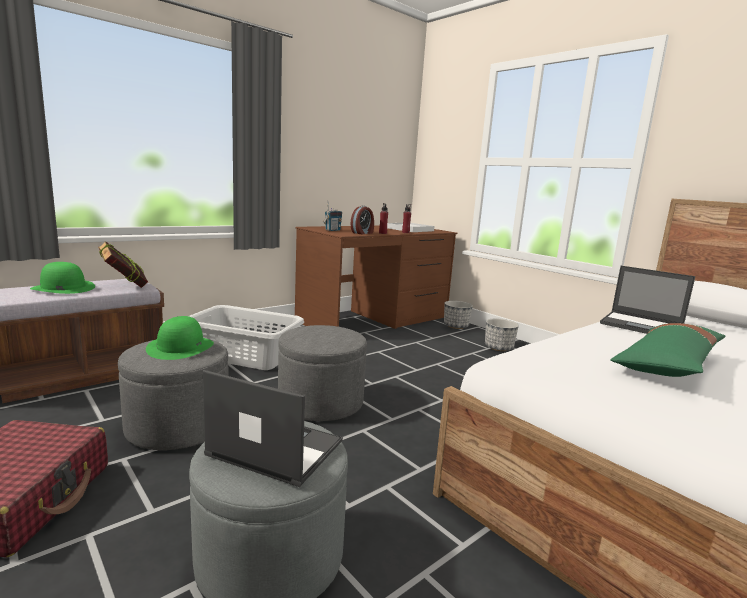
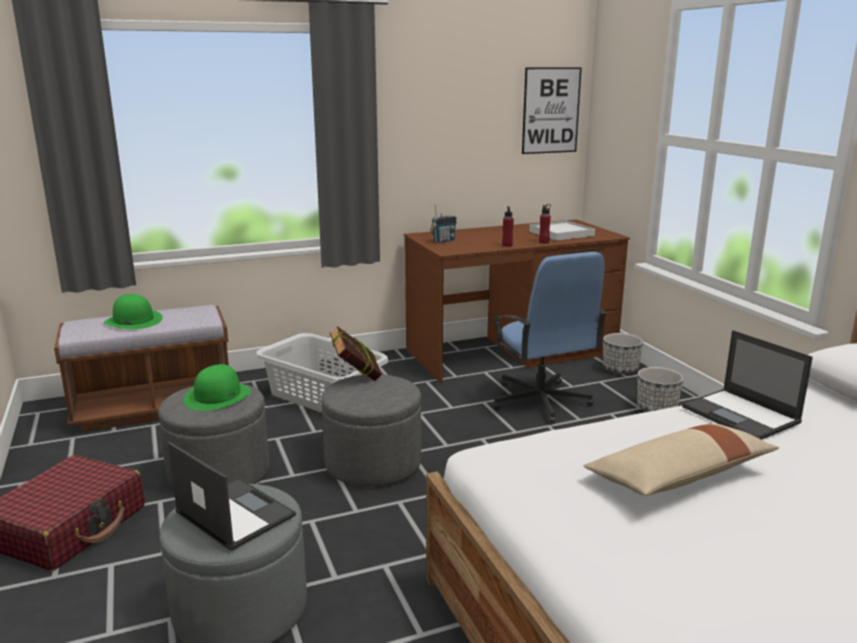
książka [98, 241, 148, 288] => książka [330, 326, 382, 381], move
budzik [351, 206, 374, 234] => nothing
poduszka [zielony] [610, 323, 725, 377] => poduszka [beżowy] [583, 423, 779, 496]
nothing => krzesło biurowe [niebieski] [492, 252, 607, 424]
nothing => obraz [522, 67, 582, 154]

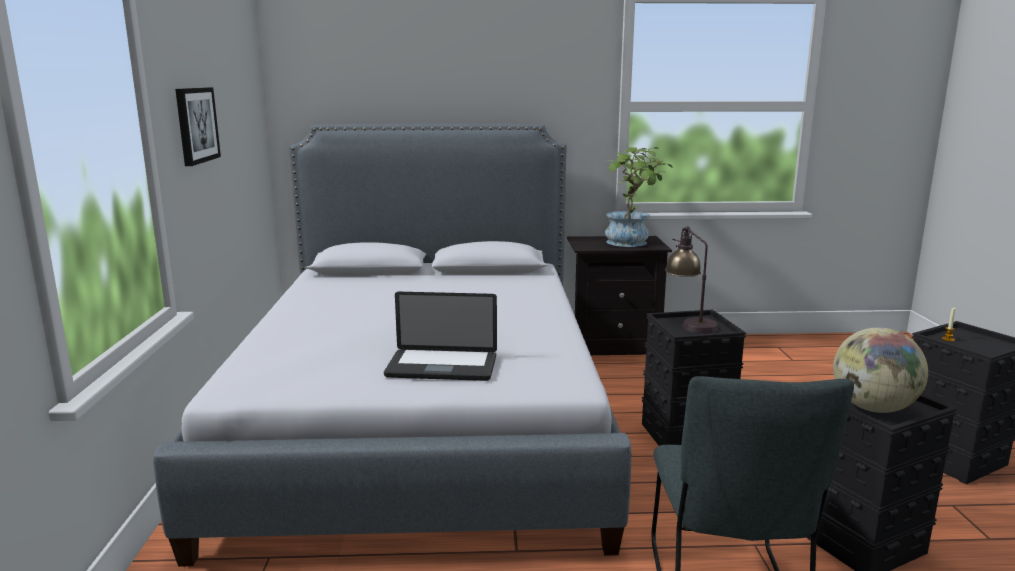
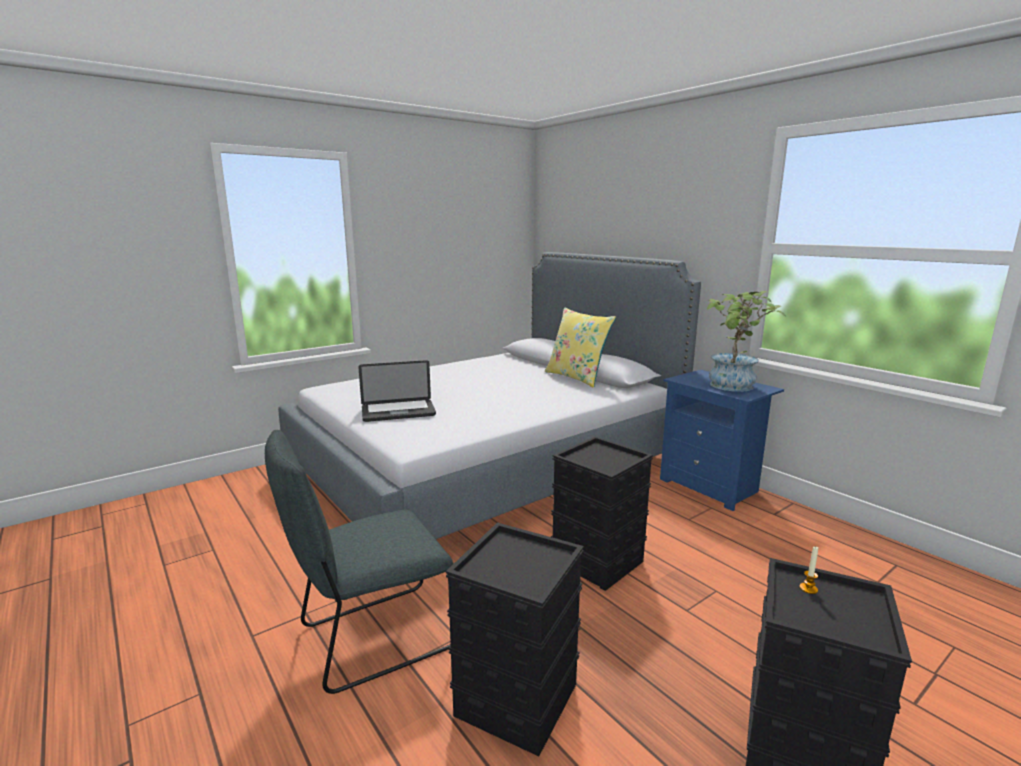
obraz [175, 87, 221, 166] => nothing
laptop [384, 292, 497, 381] => laptop [358, 360, 436, 422], 75 degrees counterclockwise
szafka nocna [czarny] [567, 236, 672, 355] => szafka nocna [niebieski] [660, 370, 784, 511]
lampa stołowa [665, 226, 718, 334] => nothing
globus [833, 327, 928, 413] => nothing
nothing => poduszka [żółty] [545, 308, 616, 388]

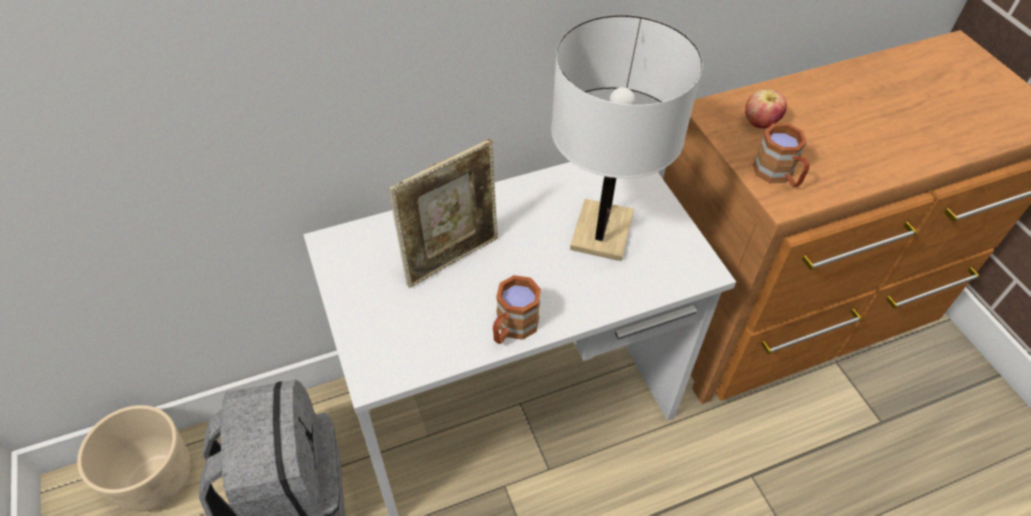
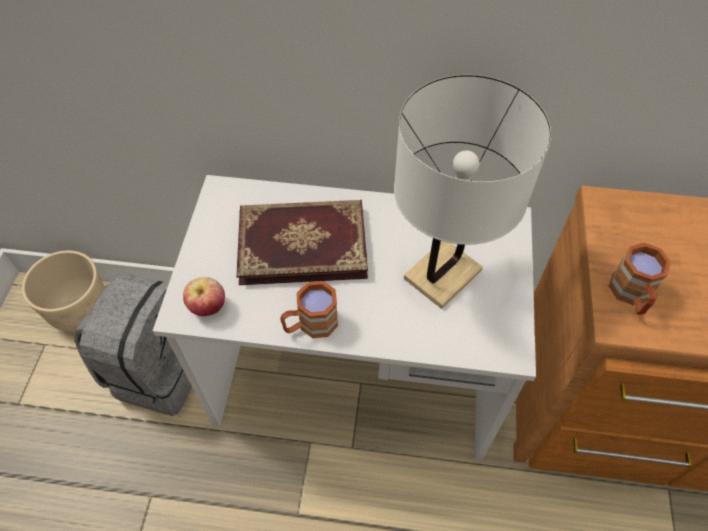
ramka na zdjęcie [389, 139, 498, 288] => książka [236, 200, 368, 285]
jabłko [745, 89, 787, 128] => jabłko [183, 277, 225, 316], move

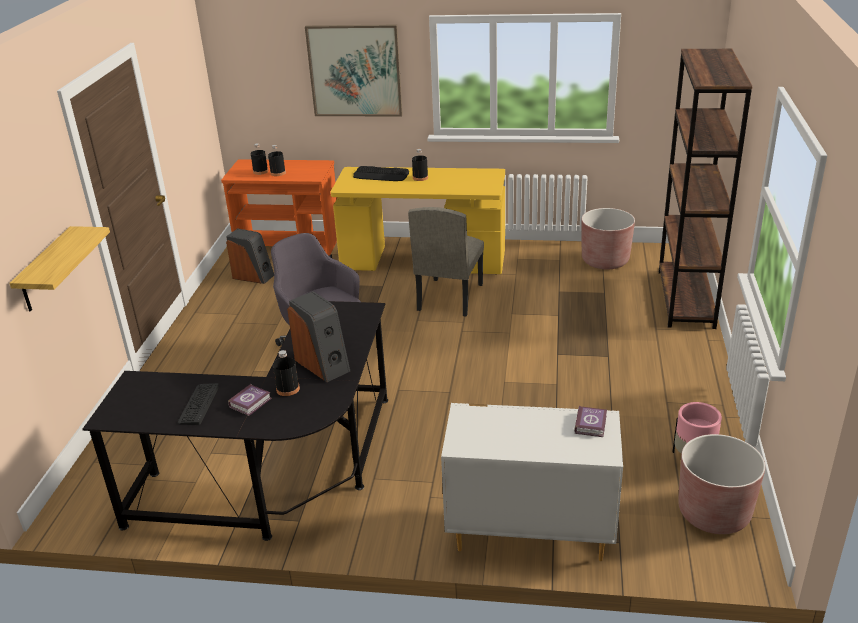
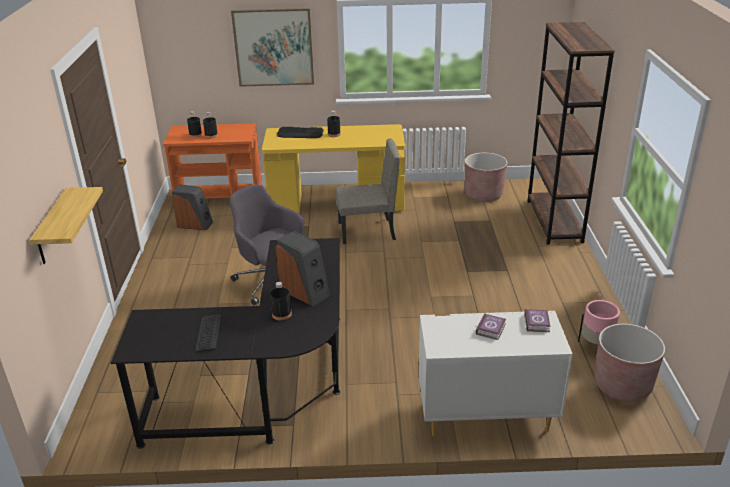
książka [228, 384, 272, 416] => książka [476, 313, 506, 340], move
krzesło [beżowy] [408, 207, 484, 316] => krzesło [beżowy] [335, 138, 400, 244], 105 degrees counterclockwise

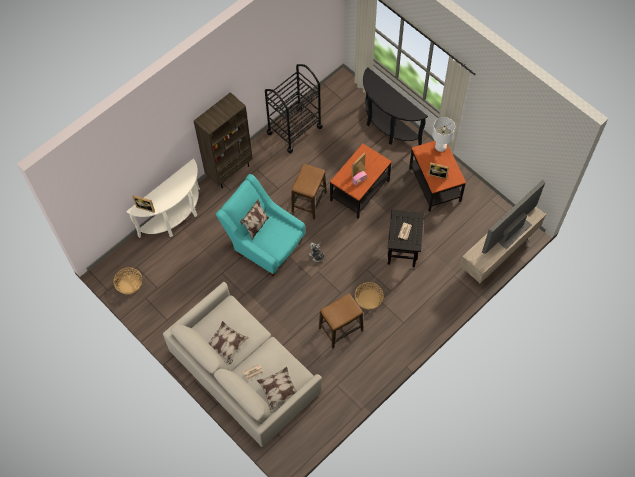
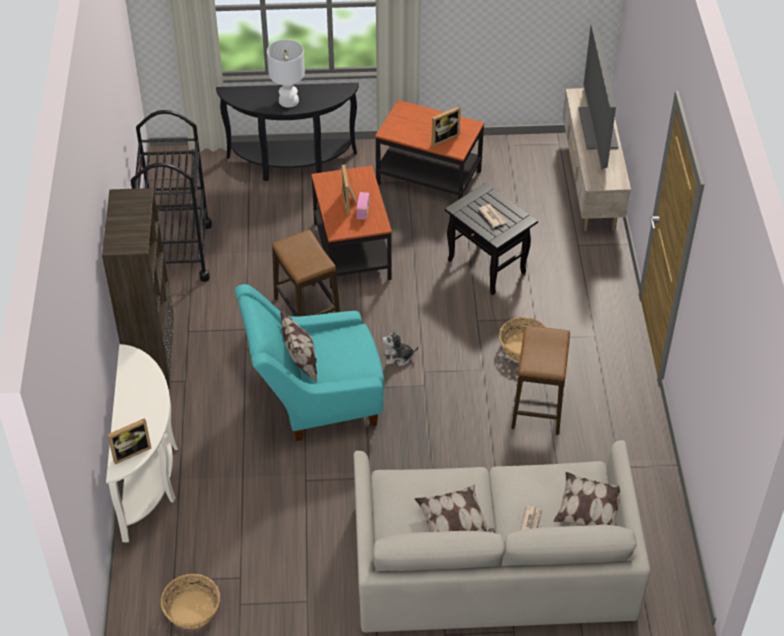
lampa stołowa [biały] [432, 117, 455, 152] => lampa stołowa [biały] [267, 39, 305, 108], move

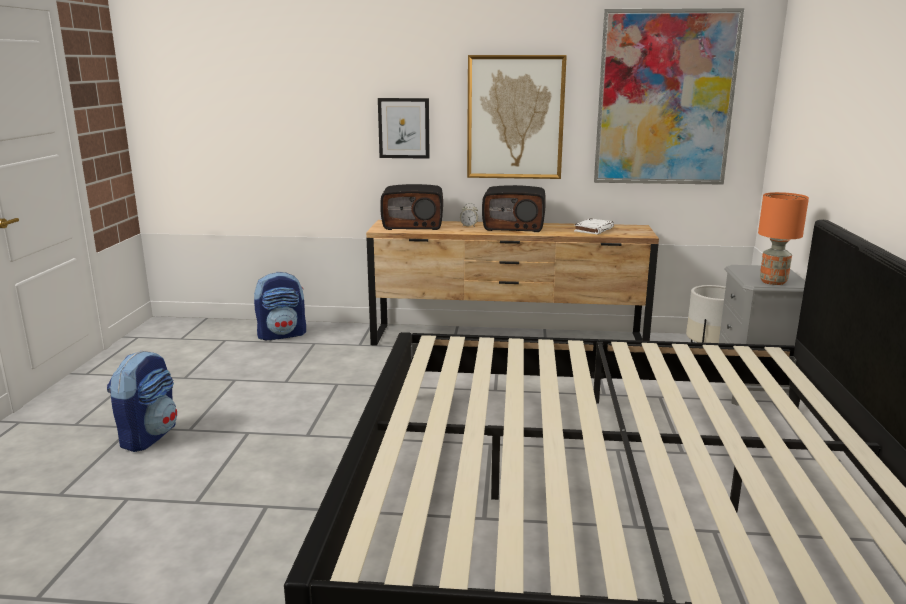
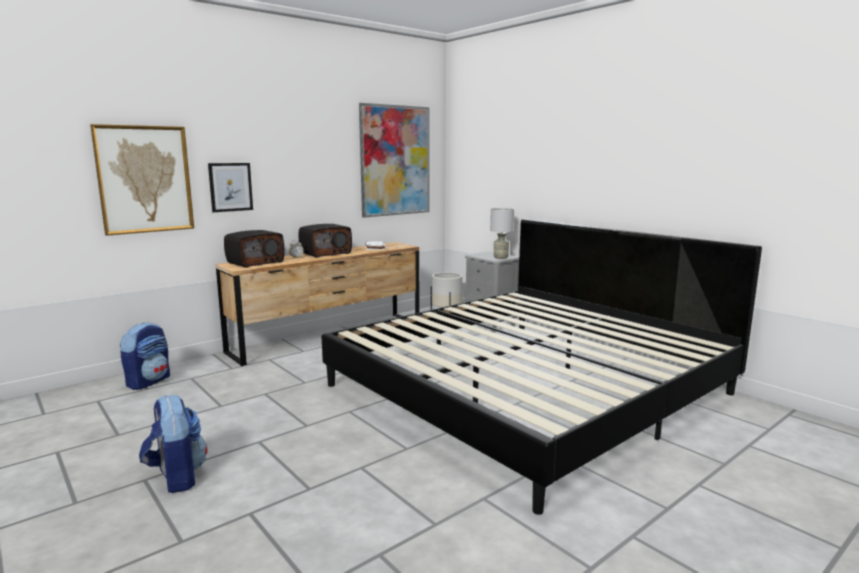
obraz [467, 55, 567, 179] => obraz [90, 124, 194, 236], move
lampa stołowa [pomarańczowy] [758, 192, 809, 285] => lampa stołowa [szary] [490, 208, 514, 259]

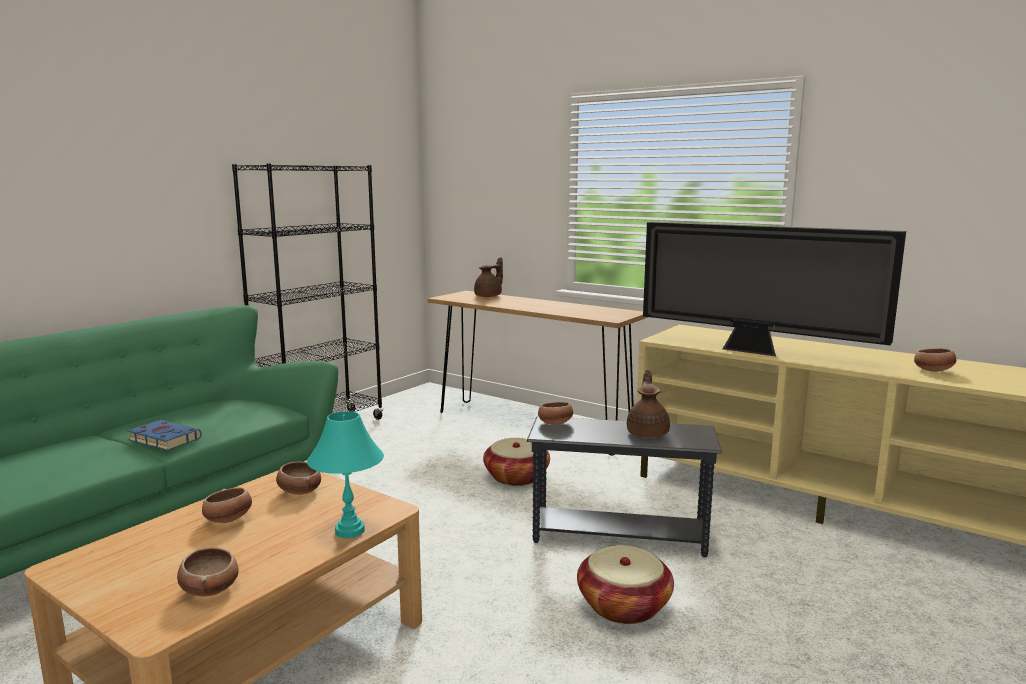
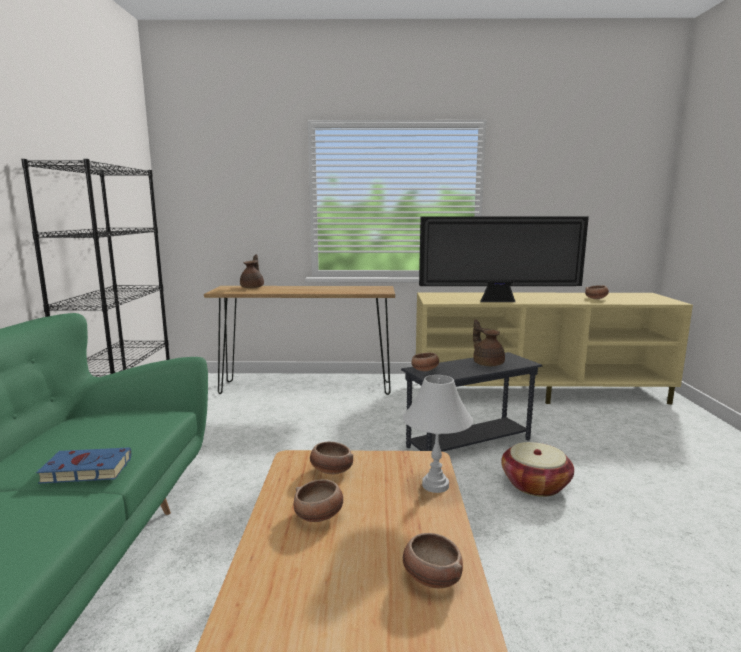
lampa stołowa [turkusowy] [307, 411, 384, 538] => lampa stołowa [biały] [403, 375, 473, 493]
koszyk [483, 438, 550, 486] => nothing

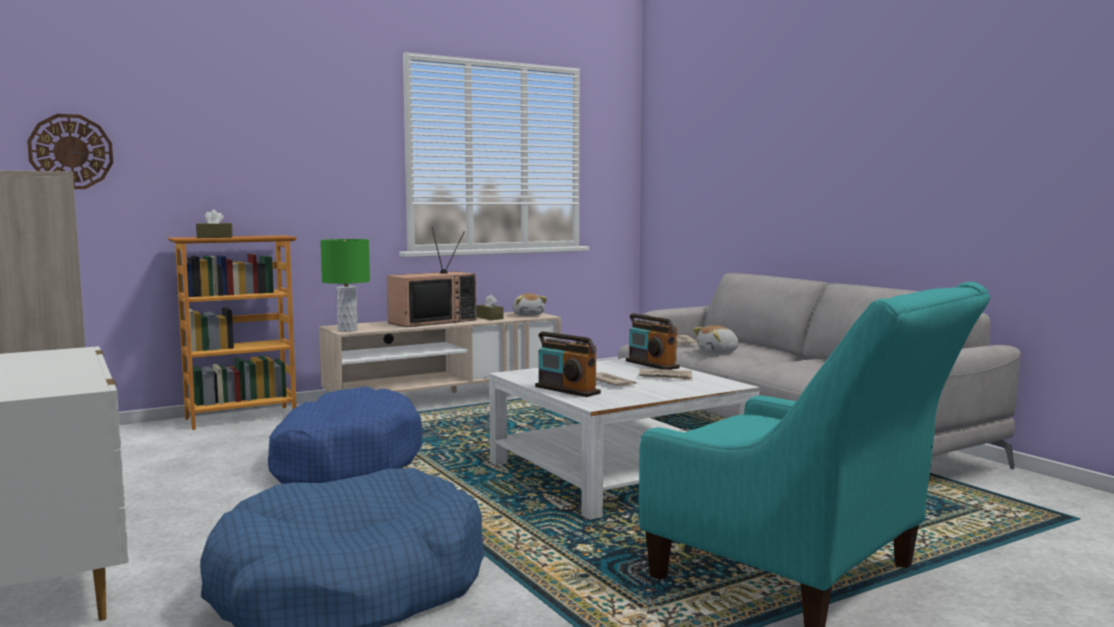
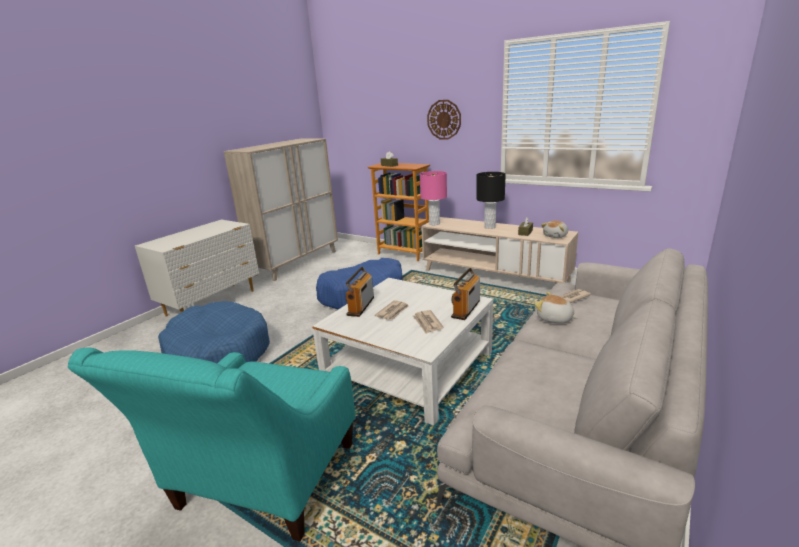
zegar ścienny [27, 114, 113, 189] => zegar ścienny [427, 100, 461, 140], move
lampa stołowa [zielony] [320, 239, 370, 332] => lampa stołowa [różowy] [420, 171, 447, 225]
telewizor [387, 227, 476, 327] => lampa stołowa [czarny] [476, 172, 506, 229]

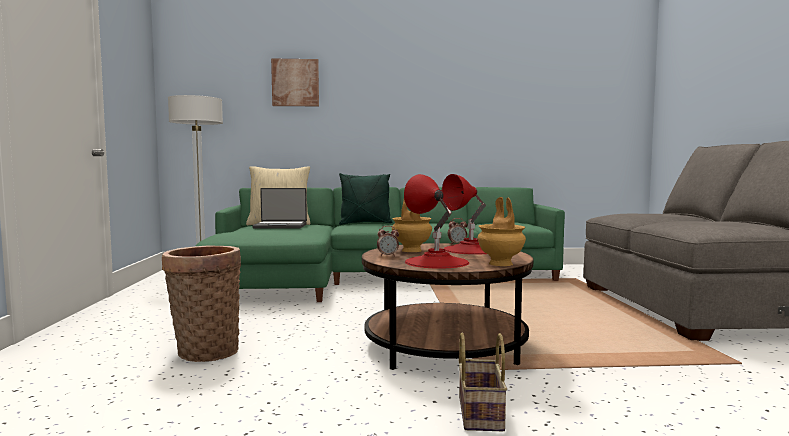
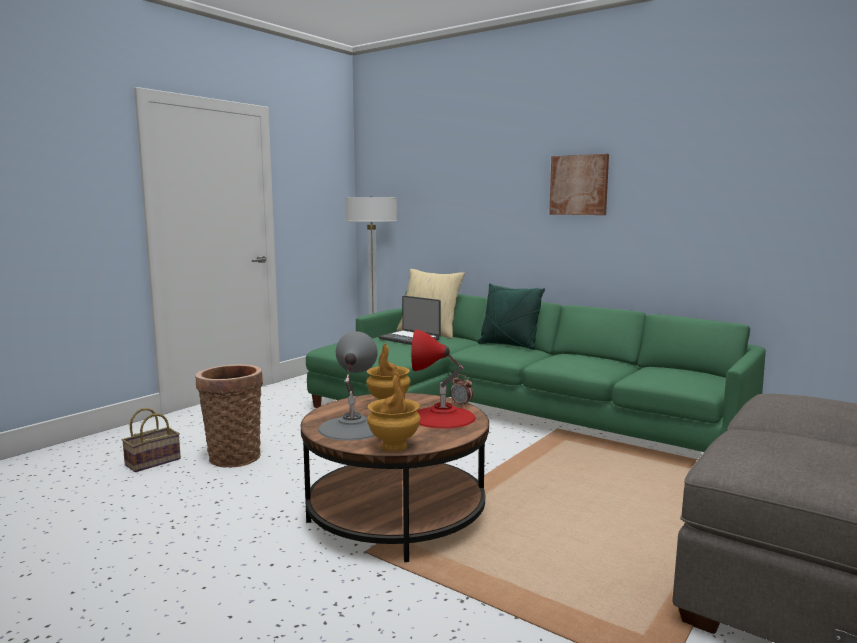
obraz [271, 58, 319, 106] => obraz [549, 154, 609, 215], move
budzik [377, 226, 399, 257] => nothing
lampa stołowa [czerwony] [404, 174, 469, 269] => lampa stołowa [szary] [318, 331, 378, 441]
koszyk [459, 333, 507, 431] => koszyk [122, 408, 181, 472], move

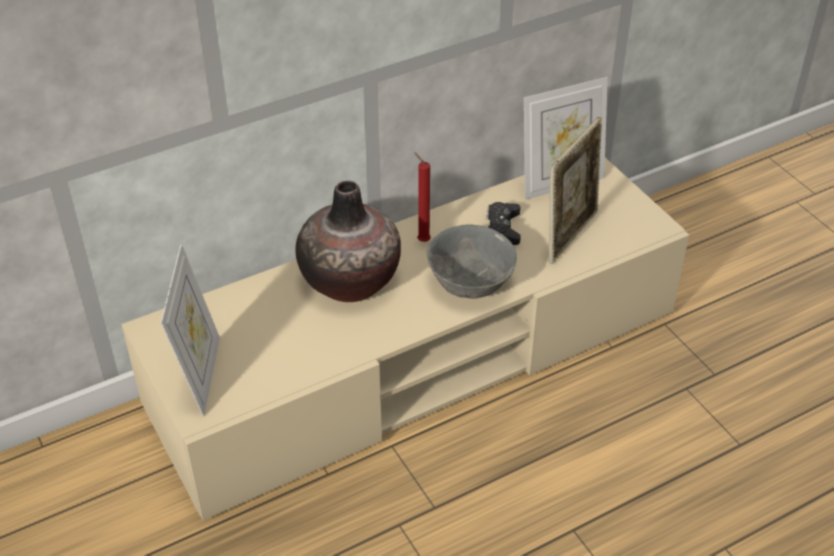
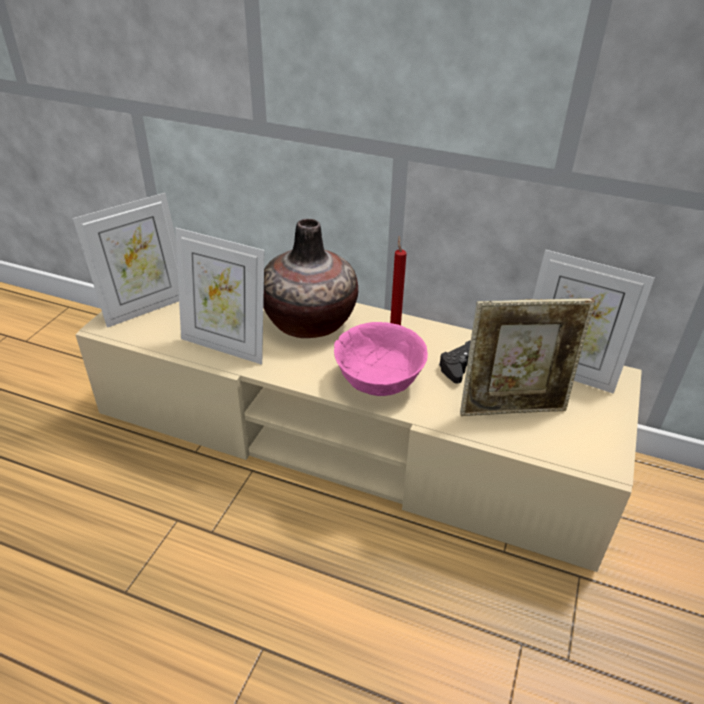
miska [szary] [427, 225, 517, 299] => miska [różowy] [334, 322, 428, 396]
nothing => ramka na zdjęcie [175, 228, 264, 365]

